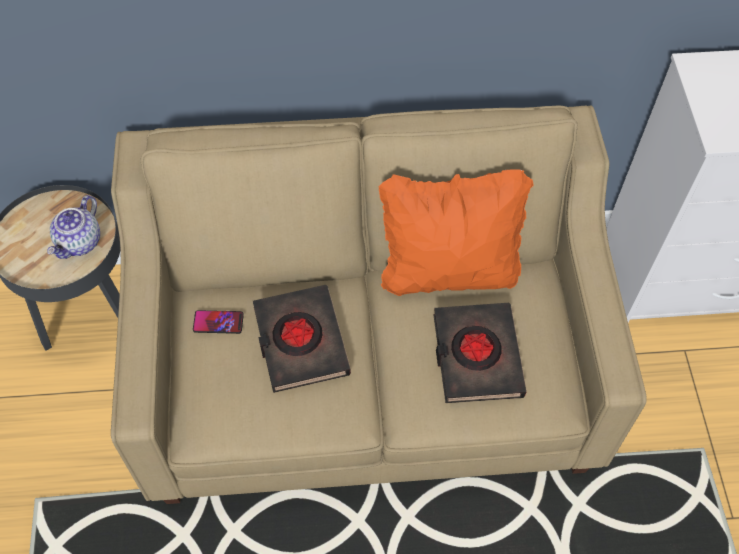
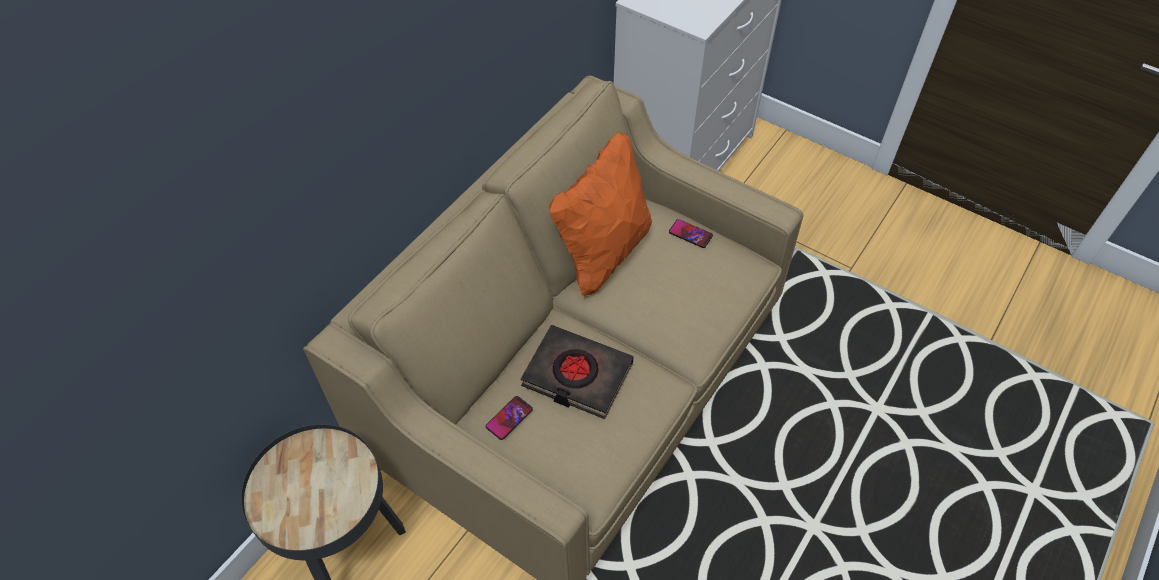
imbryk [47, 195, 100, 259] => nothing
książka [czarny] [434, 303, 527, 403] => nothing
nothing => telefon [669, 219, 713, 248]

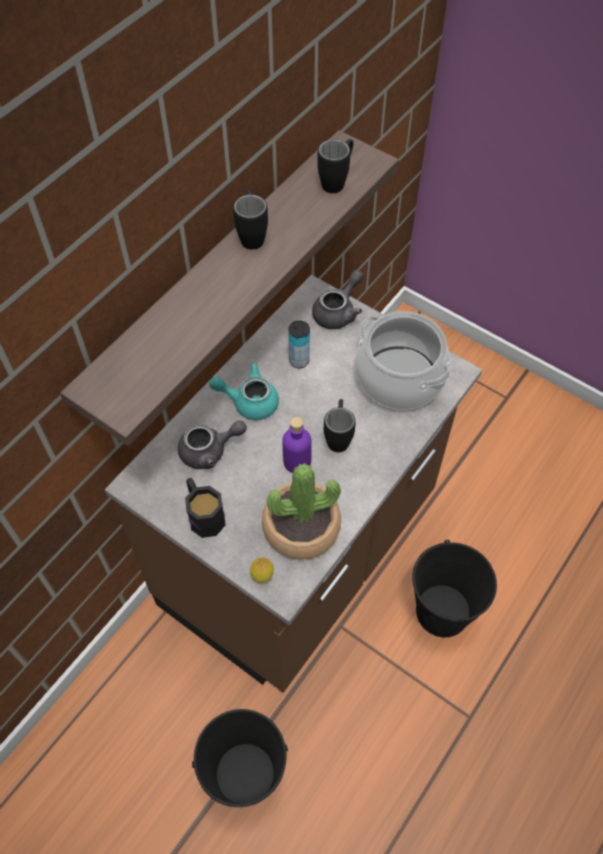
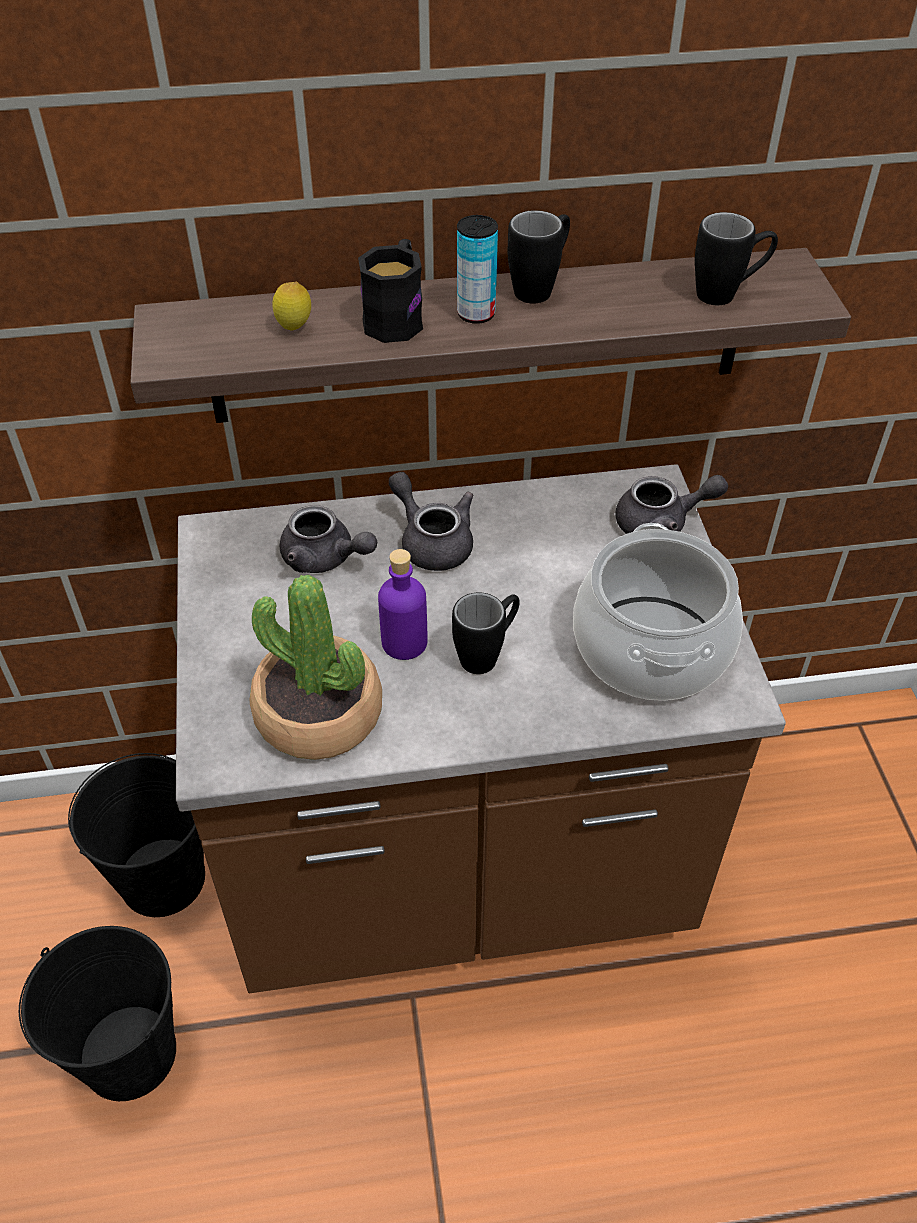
kubek [czarny] [185, 478, 226, 538] => kubek [czarny] [358, 239, 423, 343], move
imbryk [turkusowy] [209, 363, 279, 420] => imbryk [szary] [389, 472, 473, 571]
cytryna [250, 558, 274, 583] => cytryna [272, 282, 311, 331], move
puszka [288, 321, 310, 368] => puszka [457, 215, 498, 324], move
wiadro [czarny] [412, 540, 497, 637] => wiadro [czarny] [68, 753, 205, 917], move

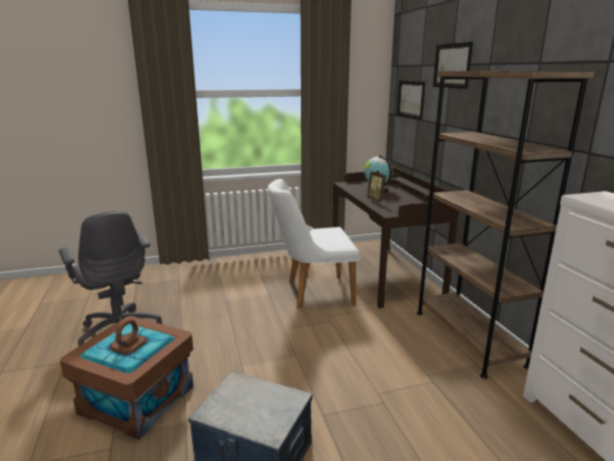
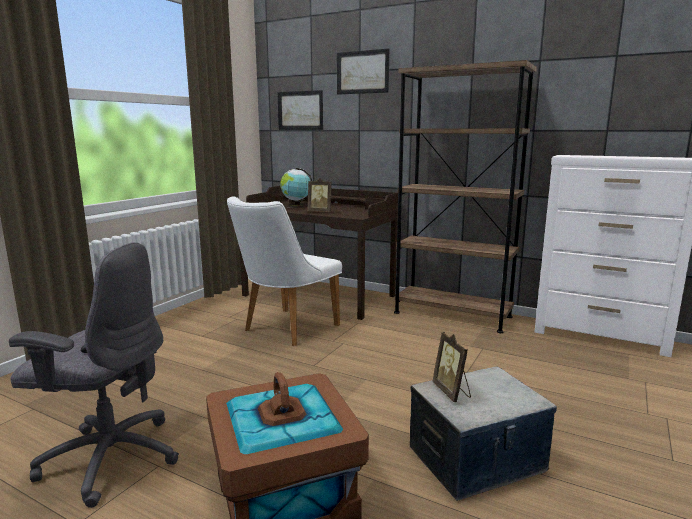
nothing => ramka na zdjęcie [432, 332, 471, 402]

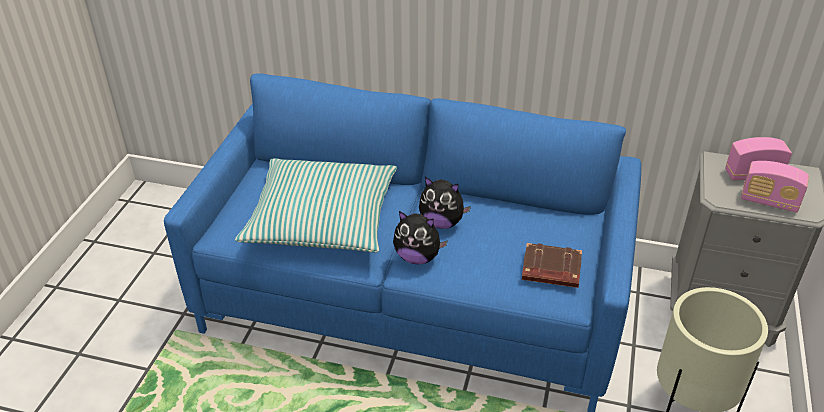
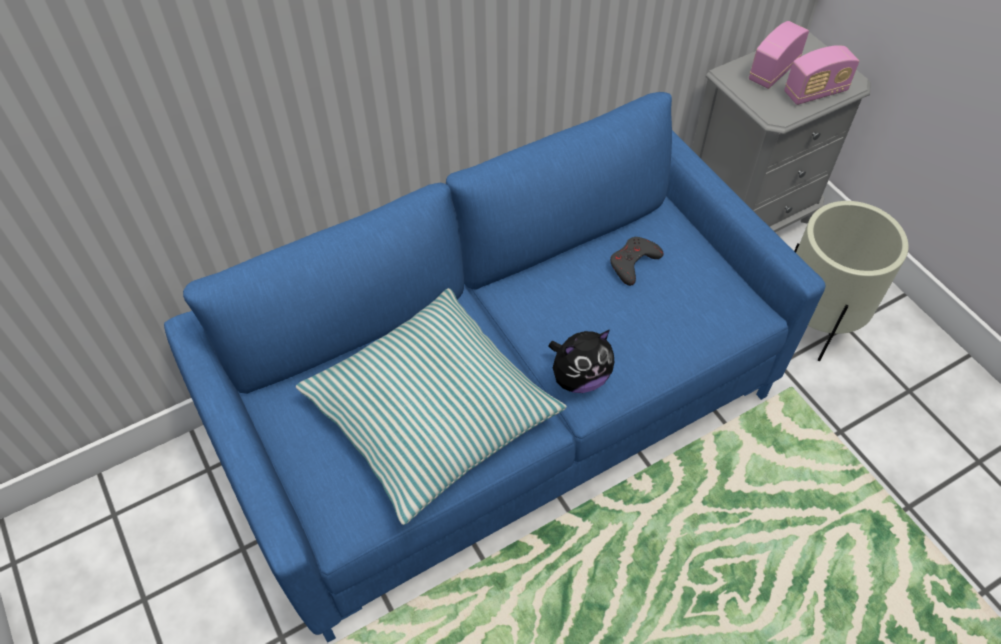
pluszak [419, 177, 471, 229] => nothing
książka [brązowy] [522, 243, 582, 288] => nothing
nothing => pad do gier [szary] [610, 237, 664, 286]

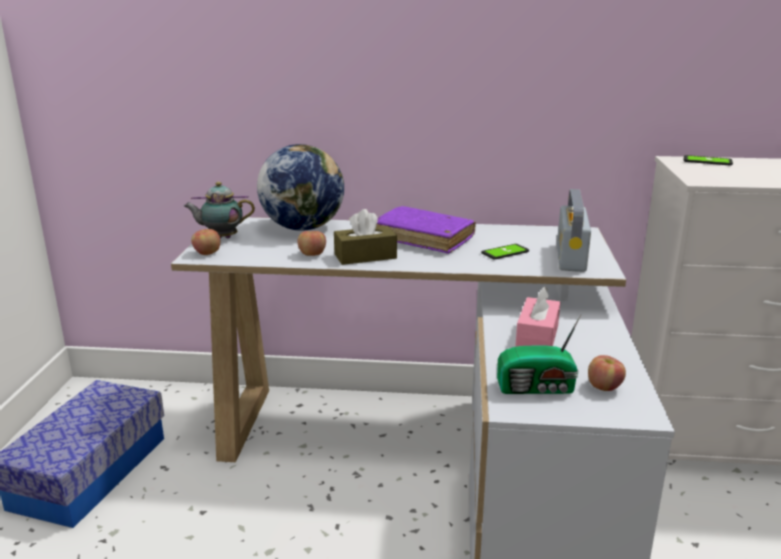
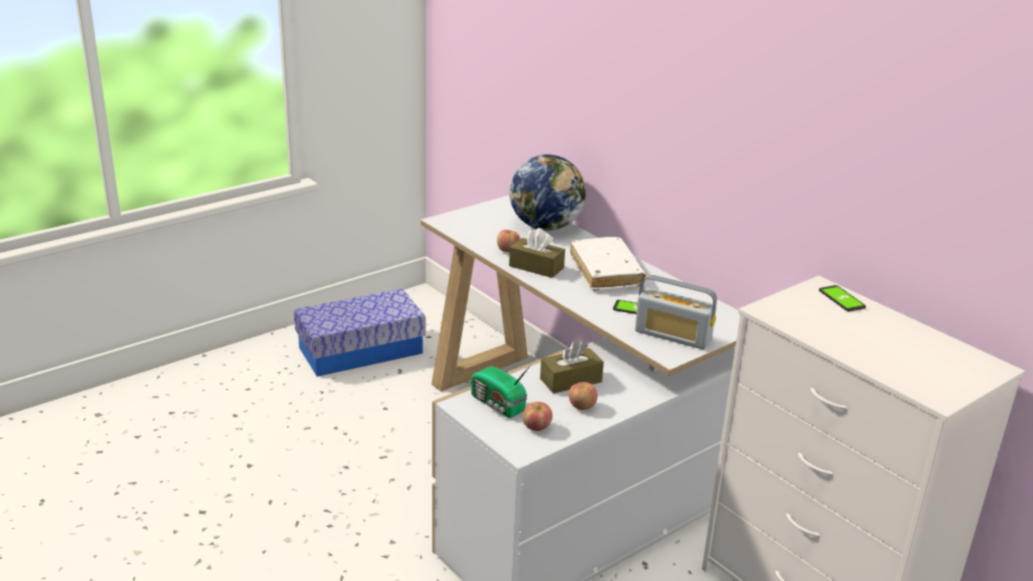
imbryk [184, 182, 255, 238] => nothing
jabłko [191, 229, 220, 255] => jabłko [569, 382, 598, 410], move
książka [fioletowy] [376, 206, 476, 254] => książka [biały] [570, 237, 646, 291]
pudełko chusteczek [różowy] [515, 287, 560, 347] => pudełko chusteczek [brązowy] [540, 341, 604, 394]
radio [557, 189, 591, 272] => radio [635, 275, 717, 350], 120 degrees counterclockwise

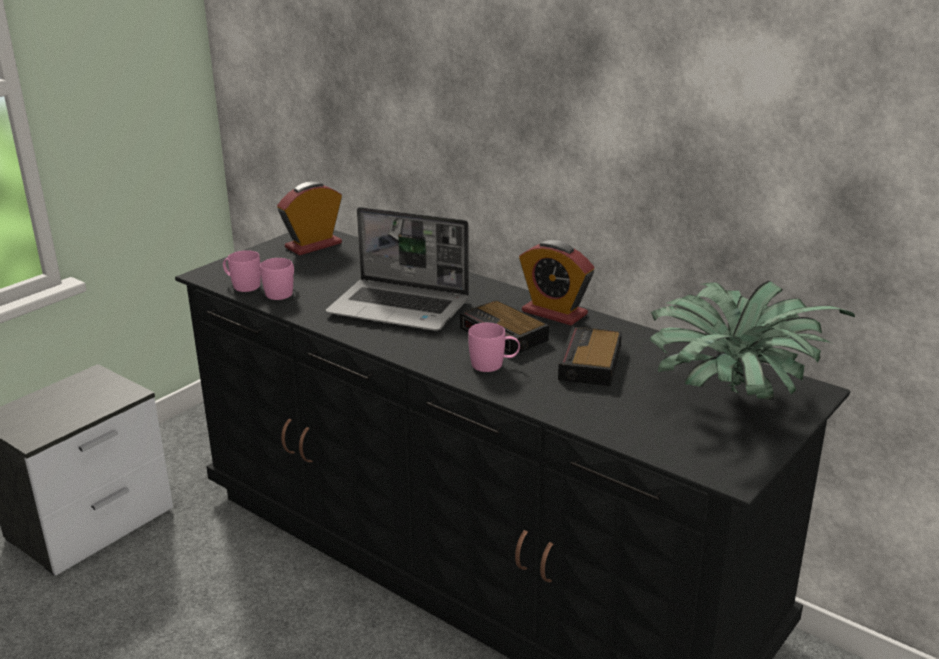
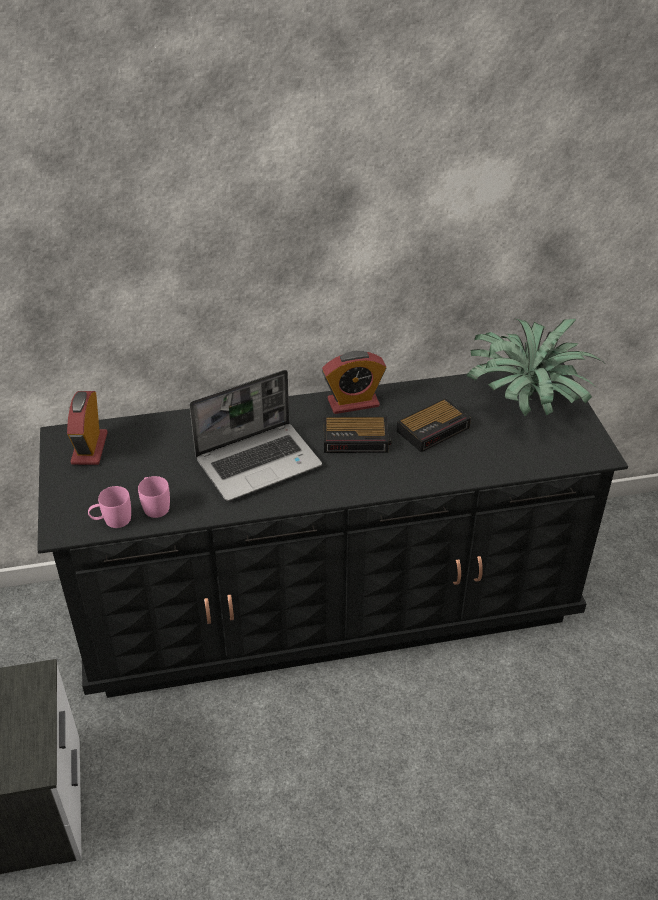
kubek [różowy] [468, 323, 520, 372] => nothing
budzik [558, 326, 622, 386] => budzik [397, 398, 471, 452], 90 degrees counterclockwise

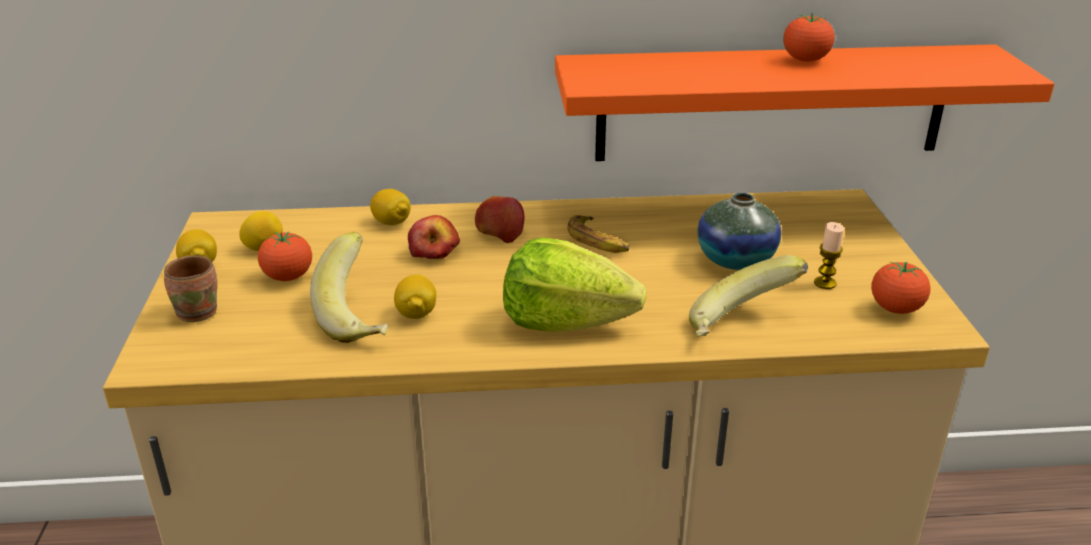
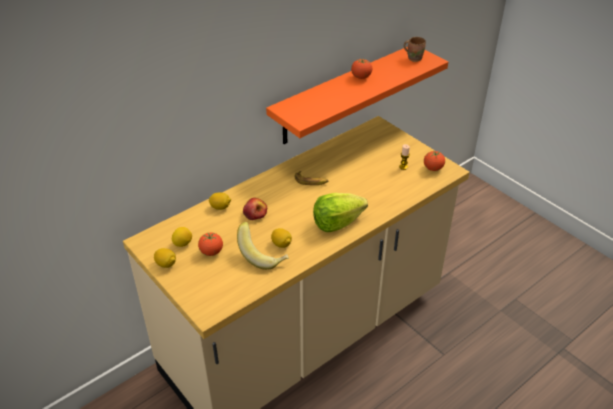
kubek [brązowy] [164, 255, 217, 322] => kubek [brązowy] [404, 37, 426, 62], move
jabłko [475, 196, 524, 243] => nothing
banan [689, 255, 808, 337] => nothing
wazon [697, 193, 781, 270] => nothing

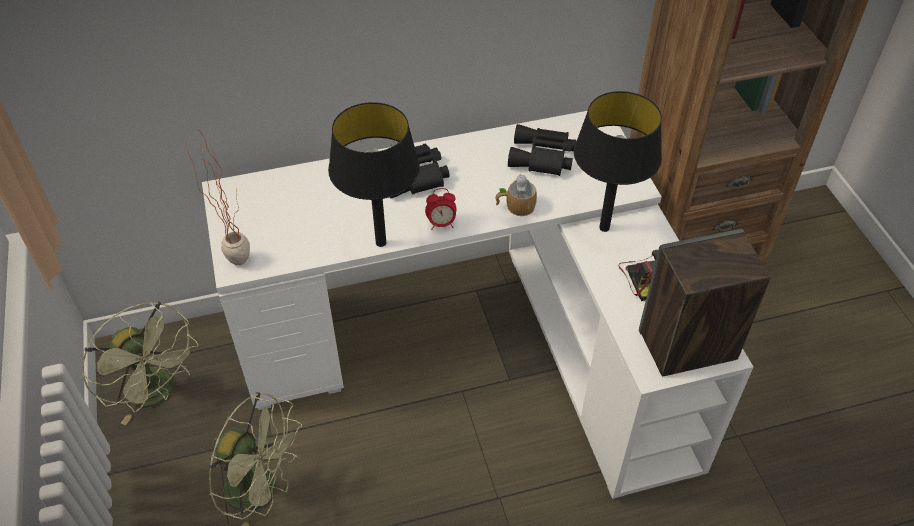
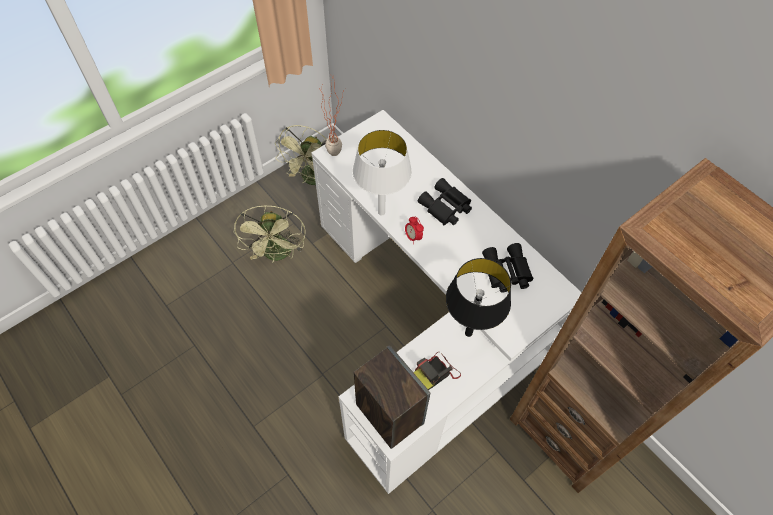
lampa stołowa [czarny] [328, 102, 420, 247] => lampa stołowa [biały] [353, 129, 412, 216]
kubek [495, 175, 537, 216] => nothing

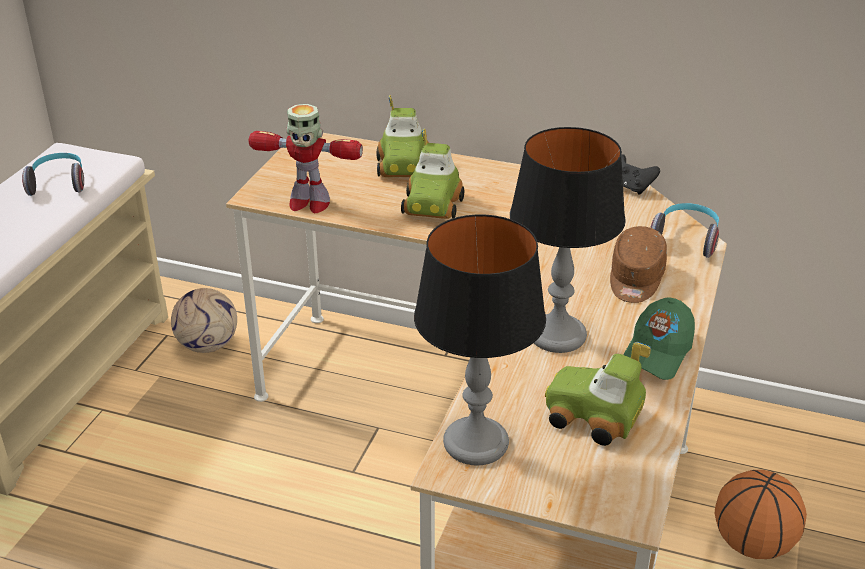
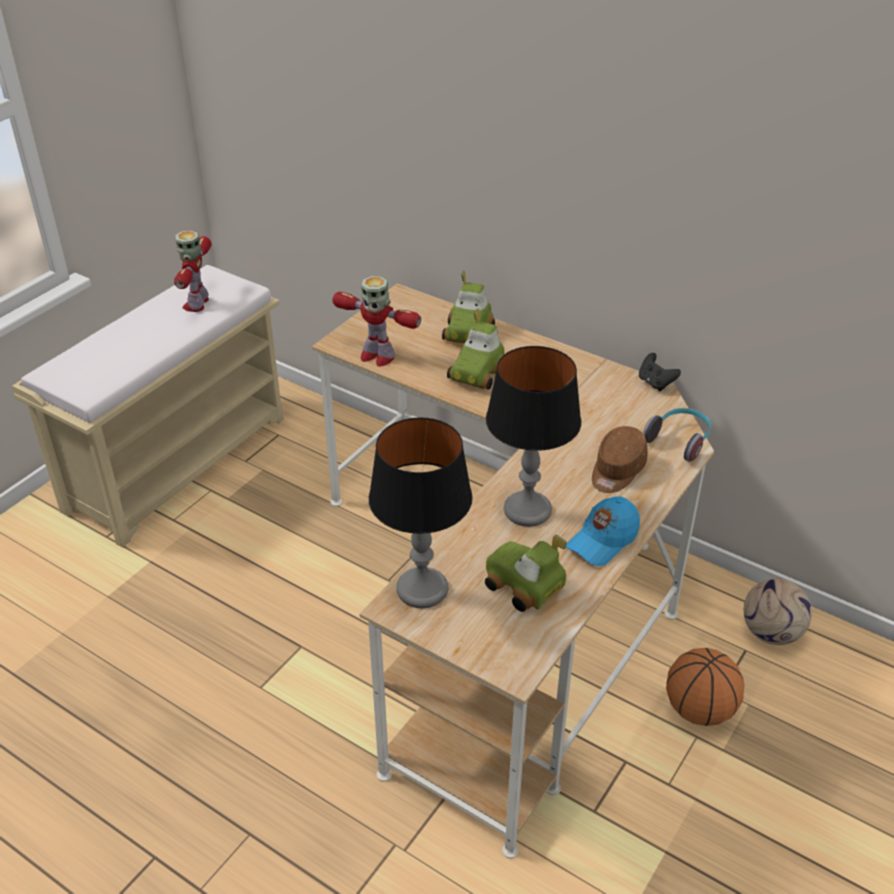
słuchawki [22, 153, 84, 196] => robot zabawkowy [174, 230, 211, 312]
piłka futbolowa [171, 288, 237, 353] => piłka futbolowa [744, 578, 812, 645], move
czapka z daszkiem [zielony] [623, 297, 695, 380] => czapka z daszkiem [niebieski] [566, 496, 640, 566]

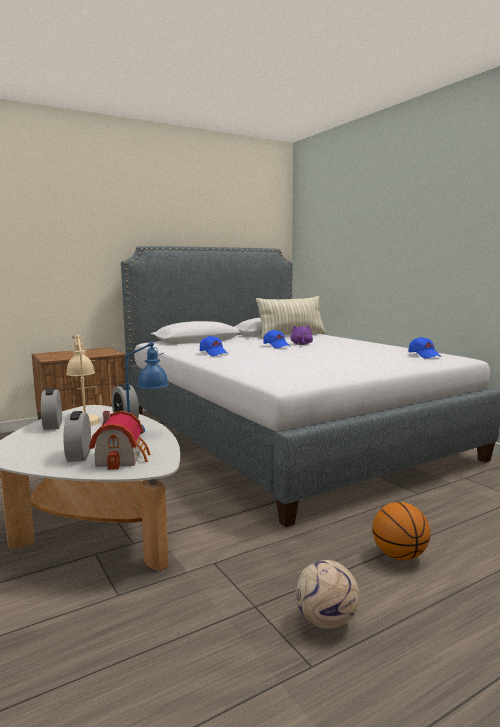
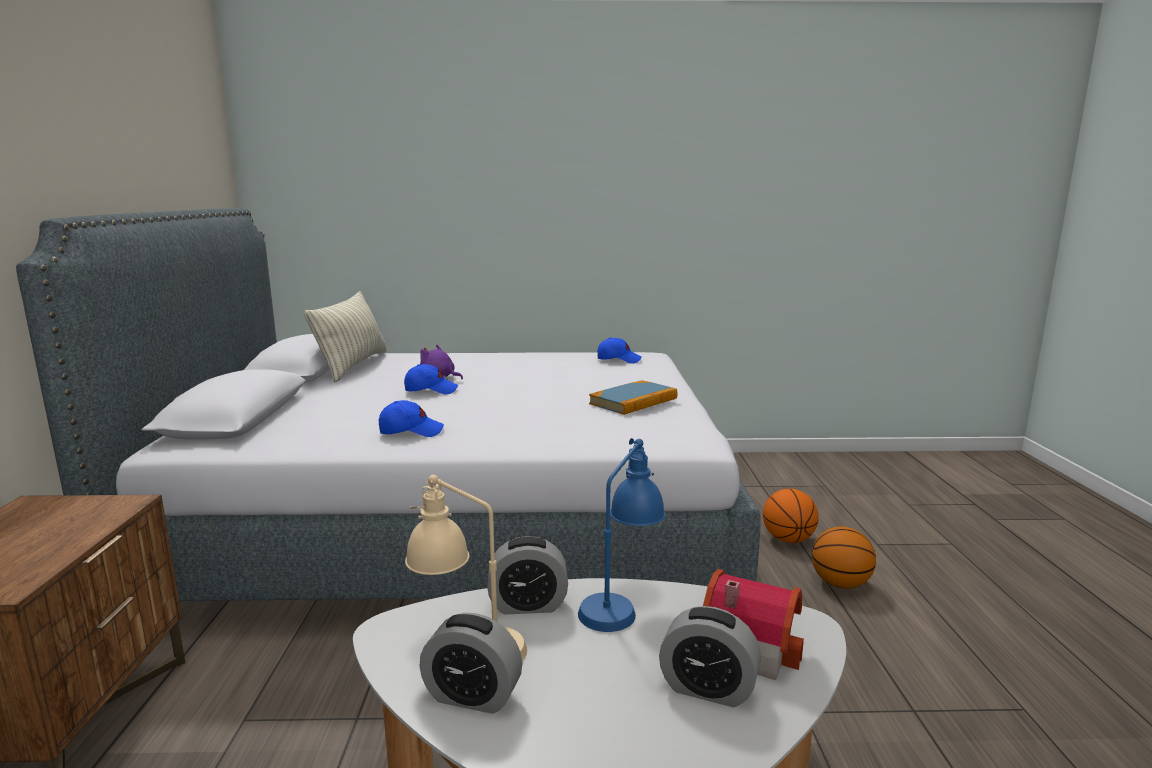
piłka futbolowa [296, 560, 360, 629] => nothing
nothing => książka [589, 380, 677, 415]
nothing => piłka do koszykówki [763, 489, 819, 543]

